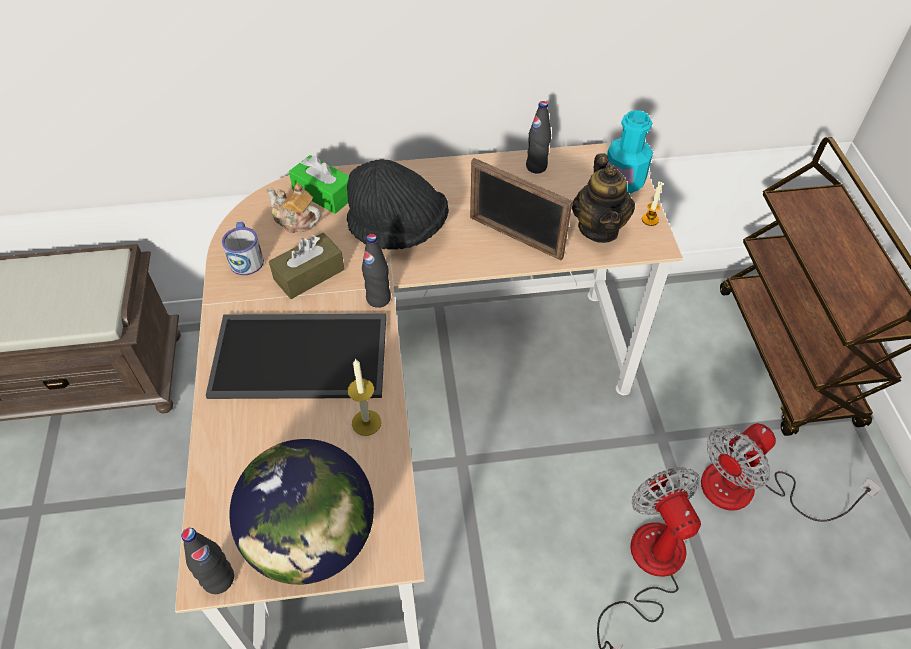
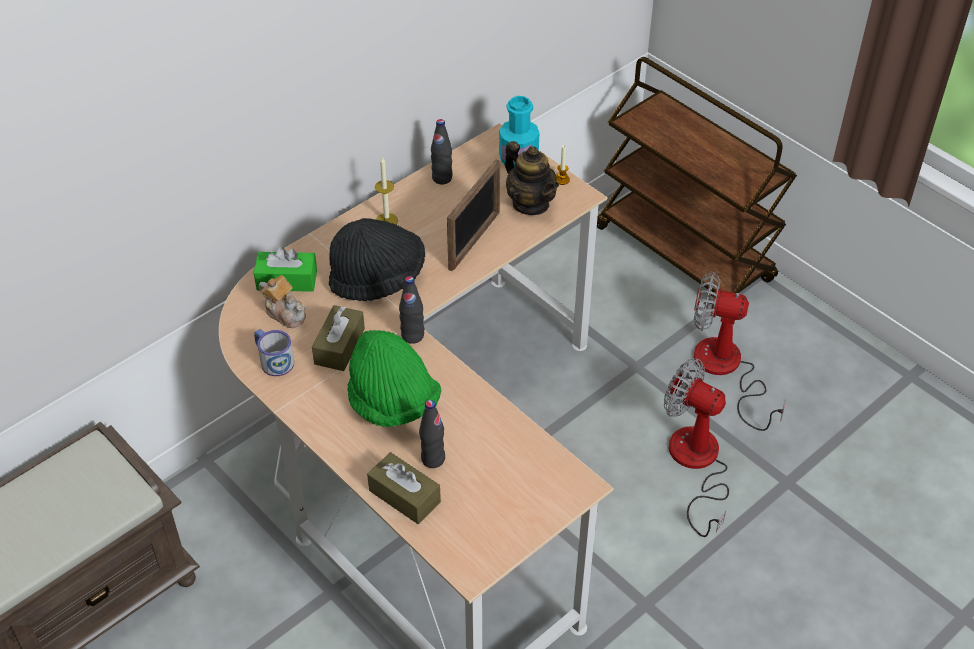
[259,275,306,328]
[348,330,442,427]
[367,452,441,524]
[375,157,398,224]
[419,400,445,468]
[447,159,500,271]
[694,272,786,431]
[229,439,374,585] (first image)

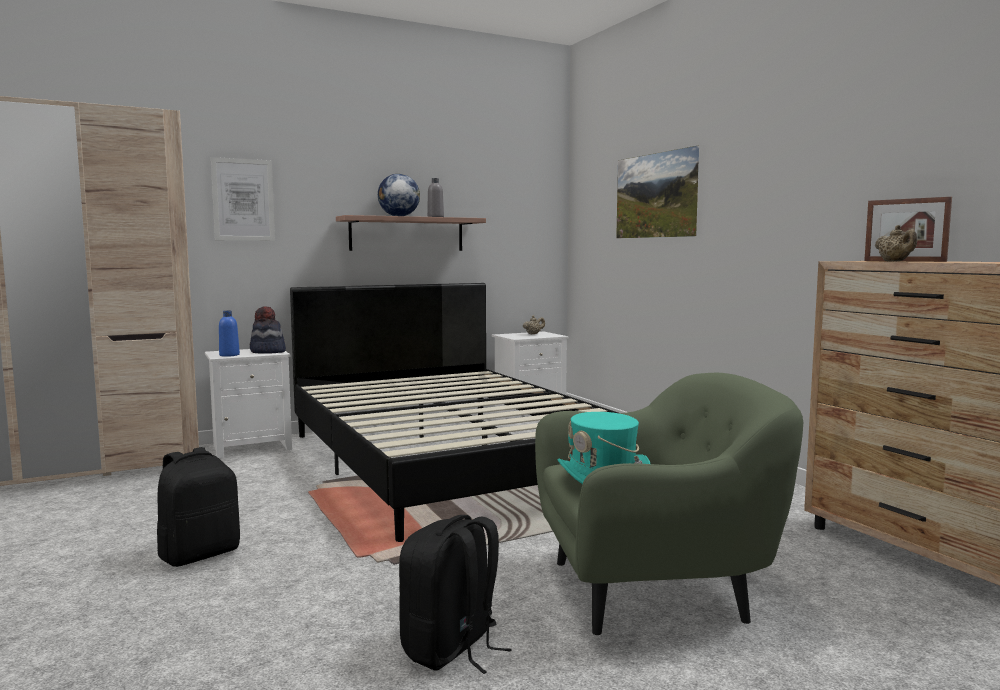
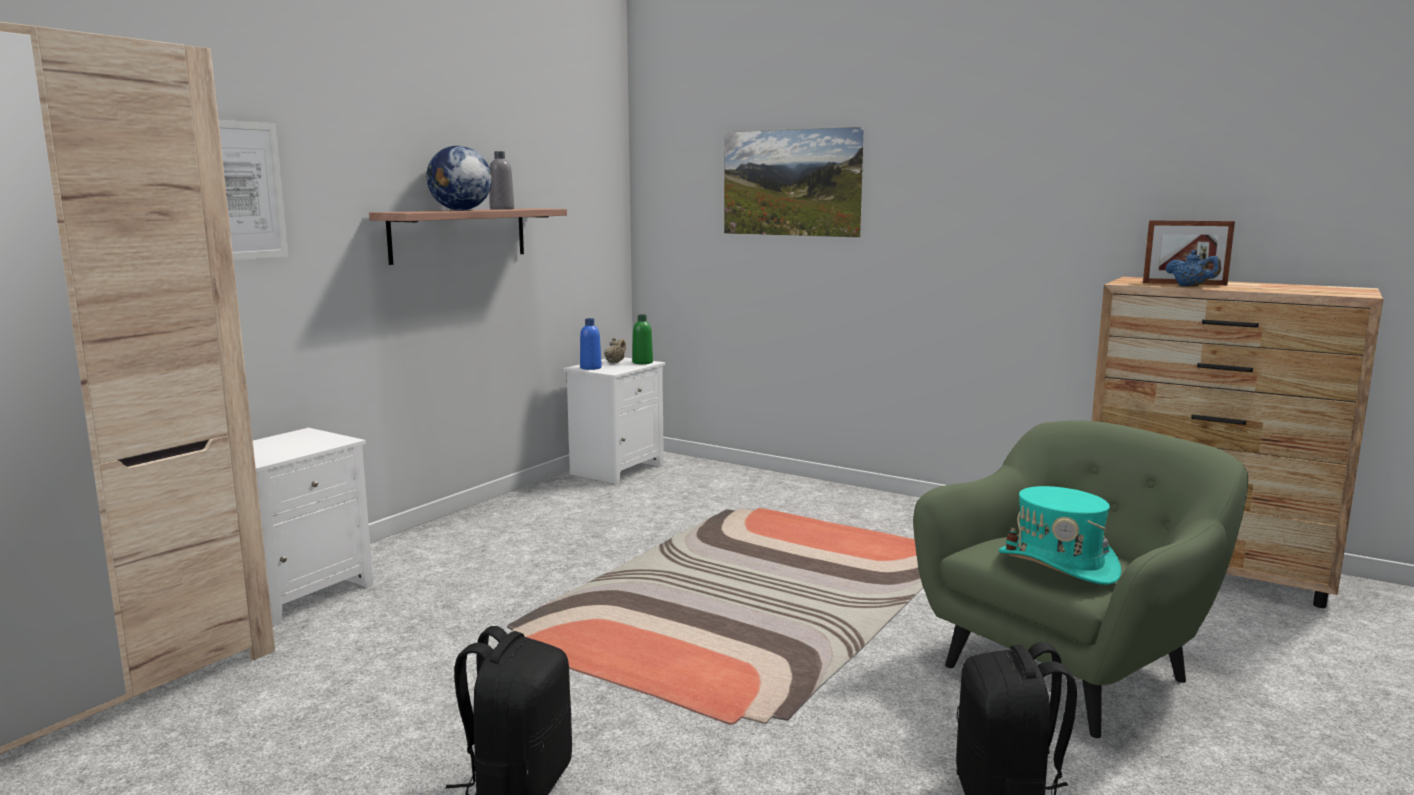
[580,318,602,370]
[632,314,653,364]
[1166,250,1221,287]
[250,306,286,354] (first image)
[290,283,618,542] (first image)

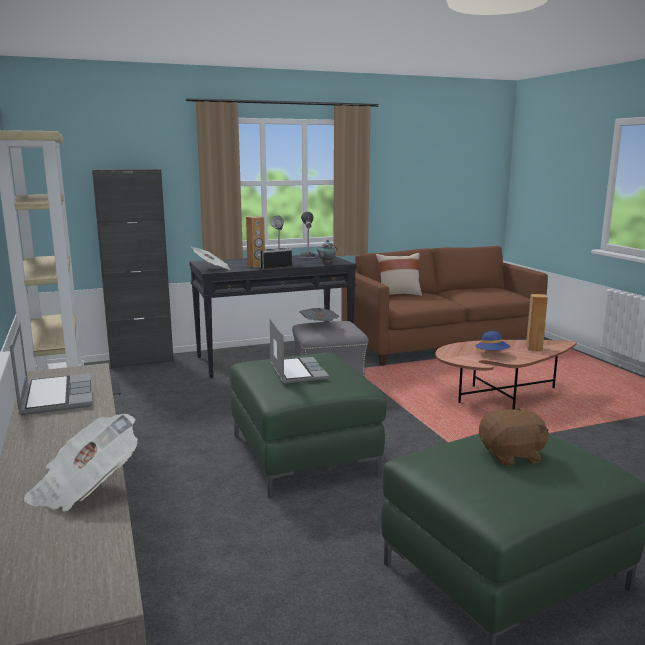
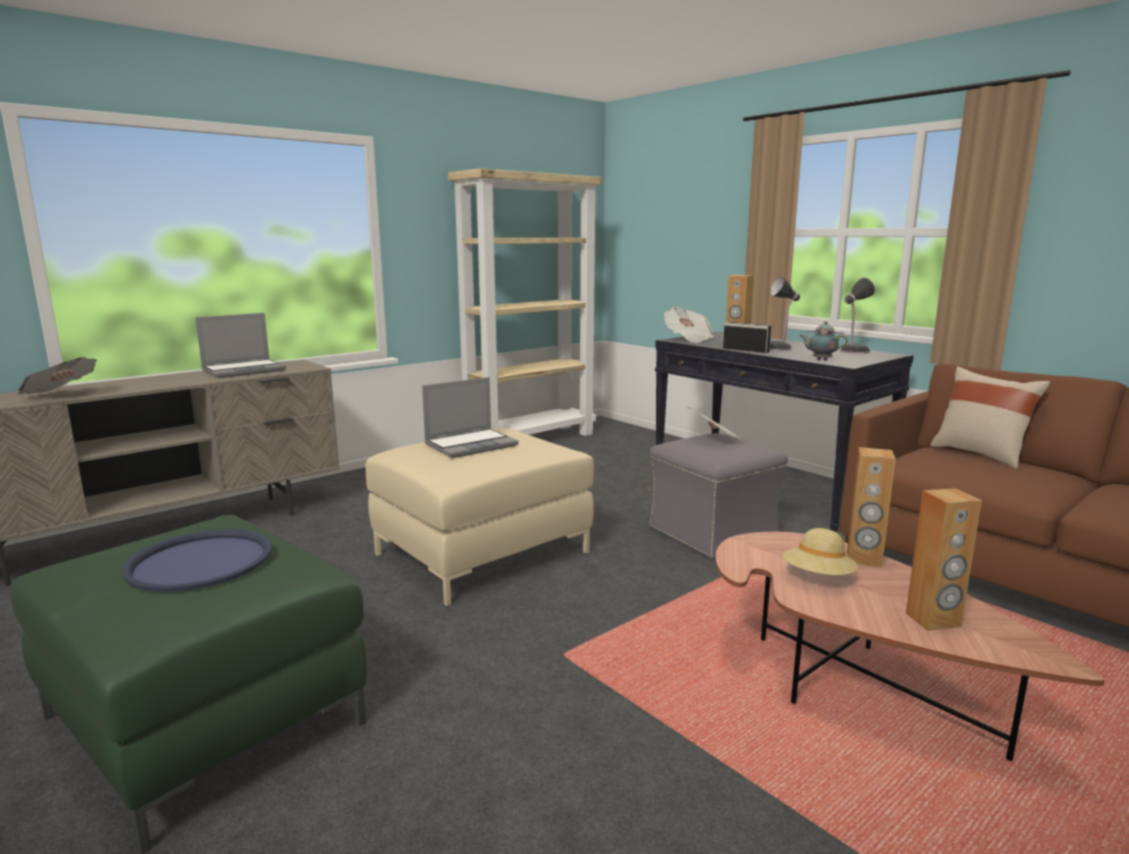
[122,529,272,592]
[366,428,594,606]
[783,528,858,575]
[847,447,896,568]
[92,169,174,369] (first image)

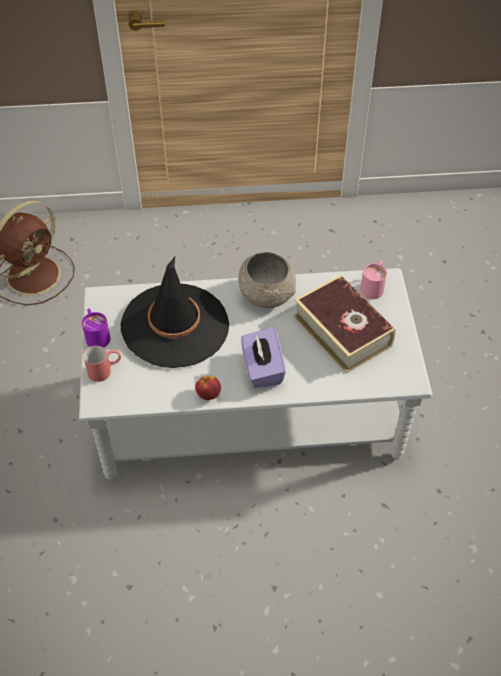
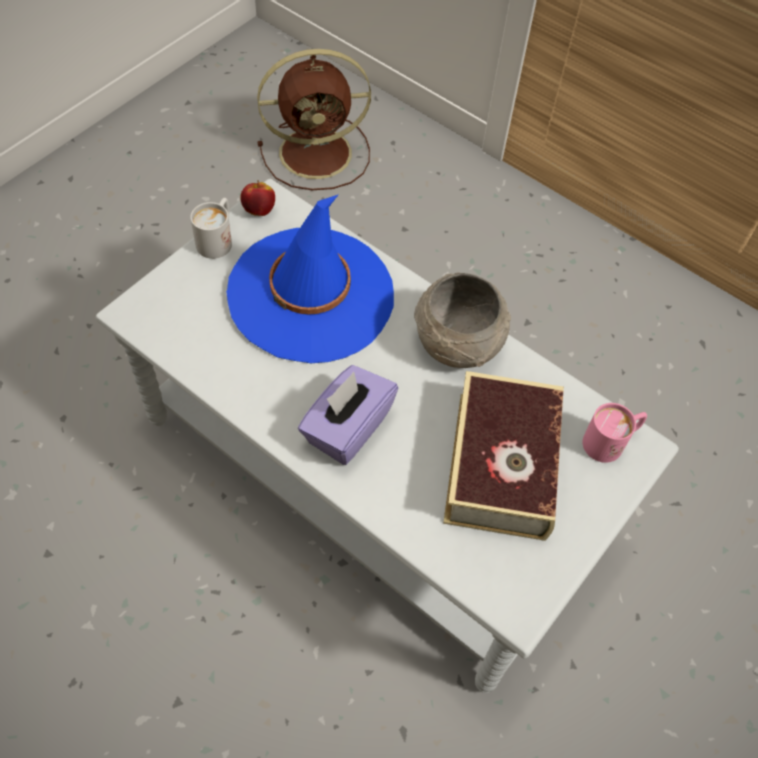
[190,198,232,259]
[226,194,394,363]
[240,180,275,216]
[83,346,121,382] (first image)

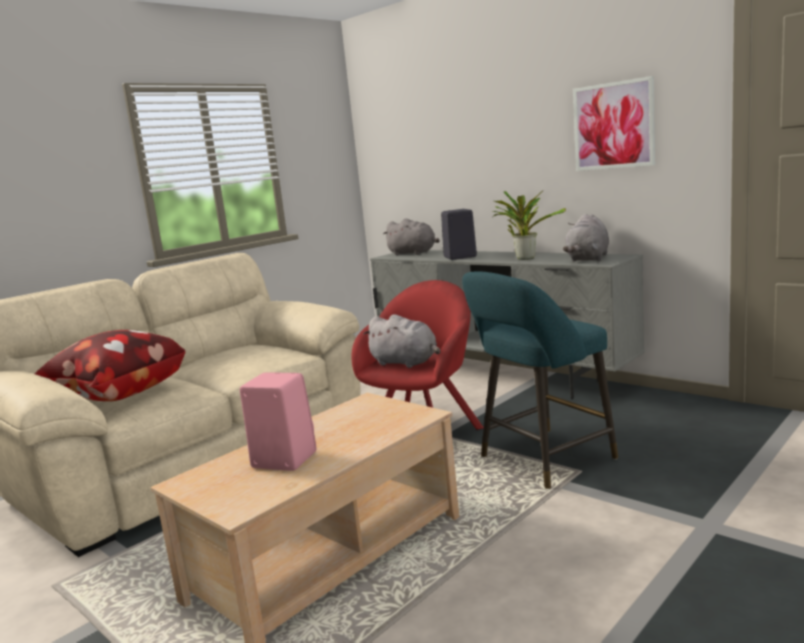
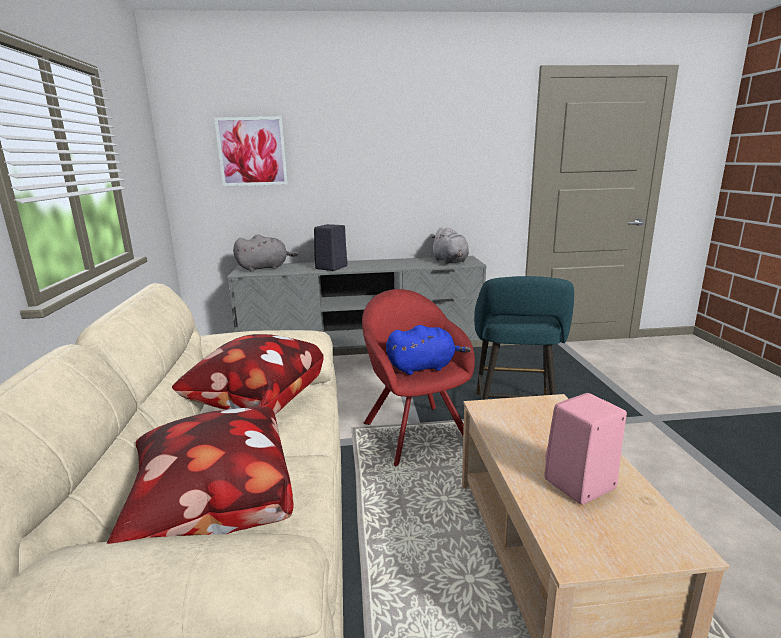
[172,334,324,415]
[214,117,288,186]
[386,325,471,375]
[492,190,566,260] (first image)

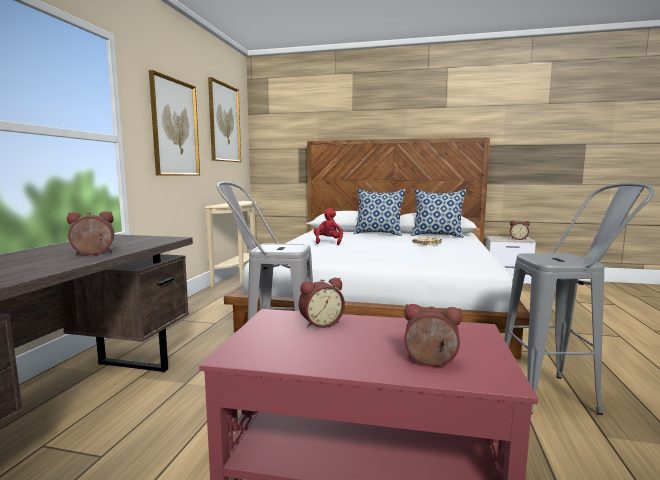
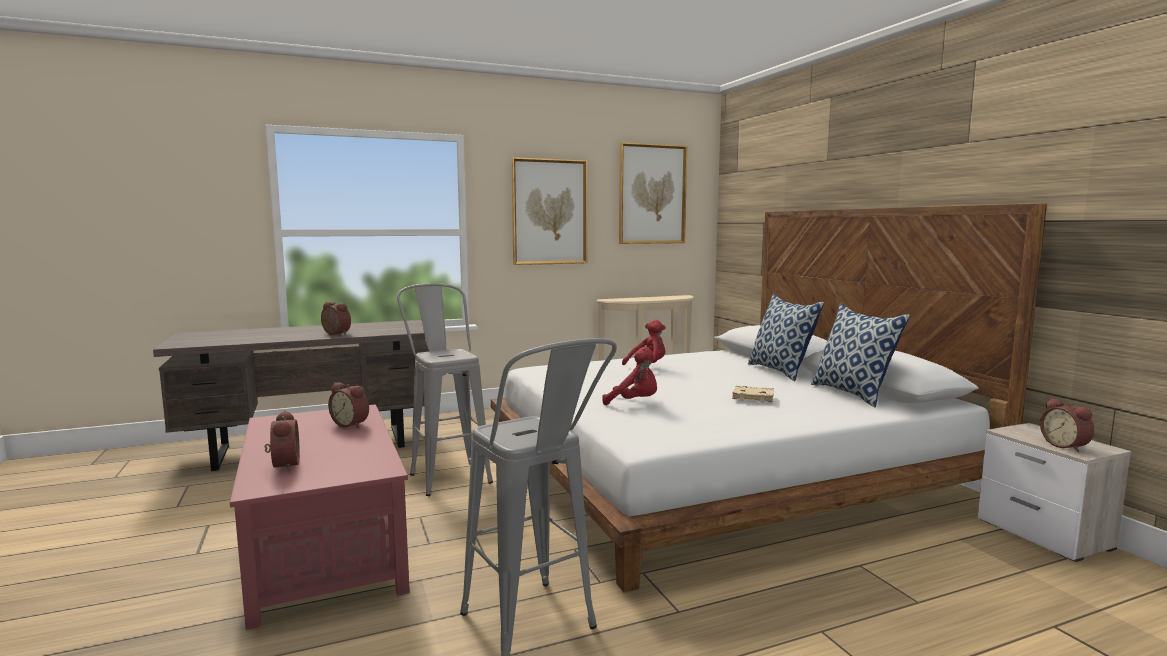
[602,347,657,405]

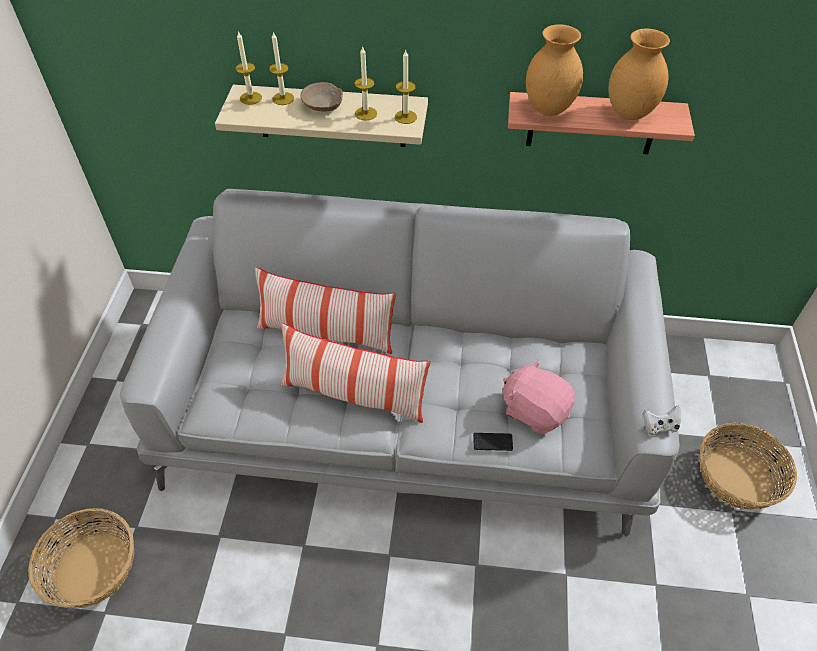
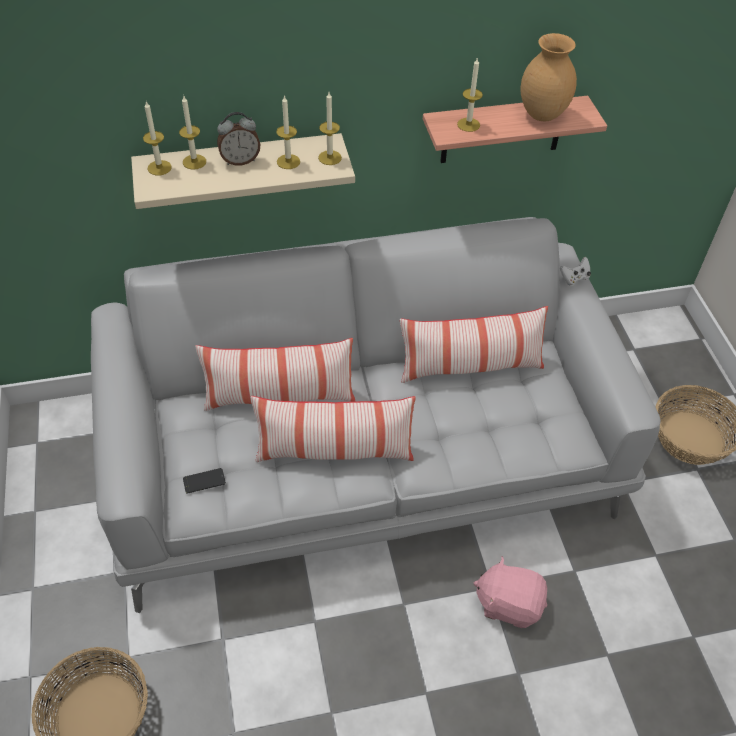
[183,468,226,494]
[217,112,260,166]
[400,306,548,383]
[457,57,483,132]
[474,556,547,628]
[560,257,591,286]

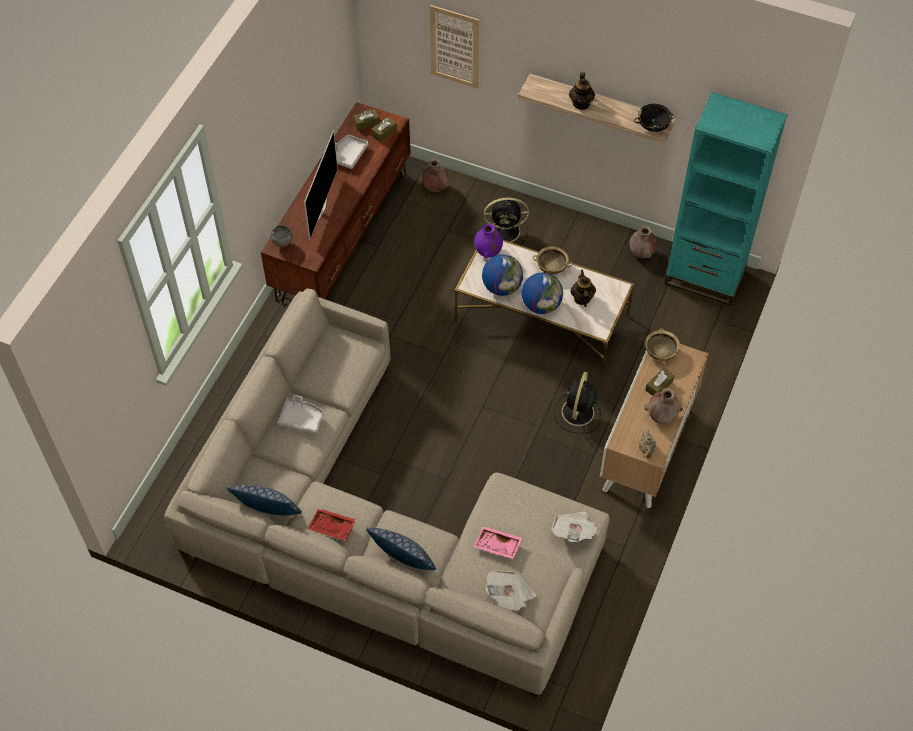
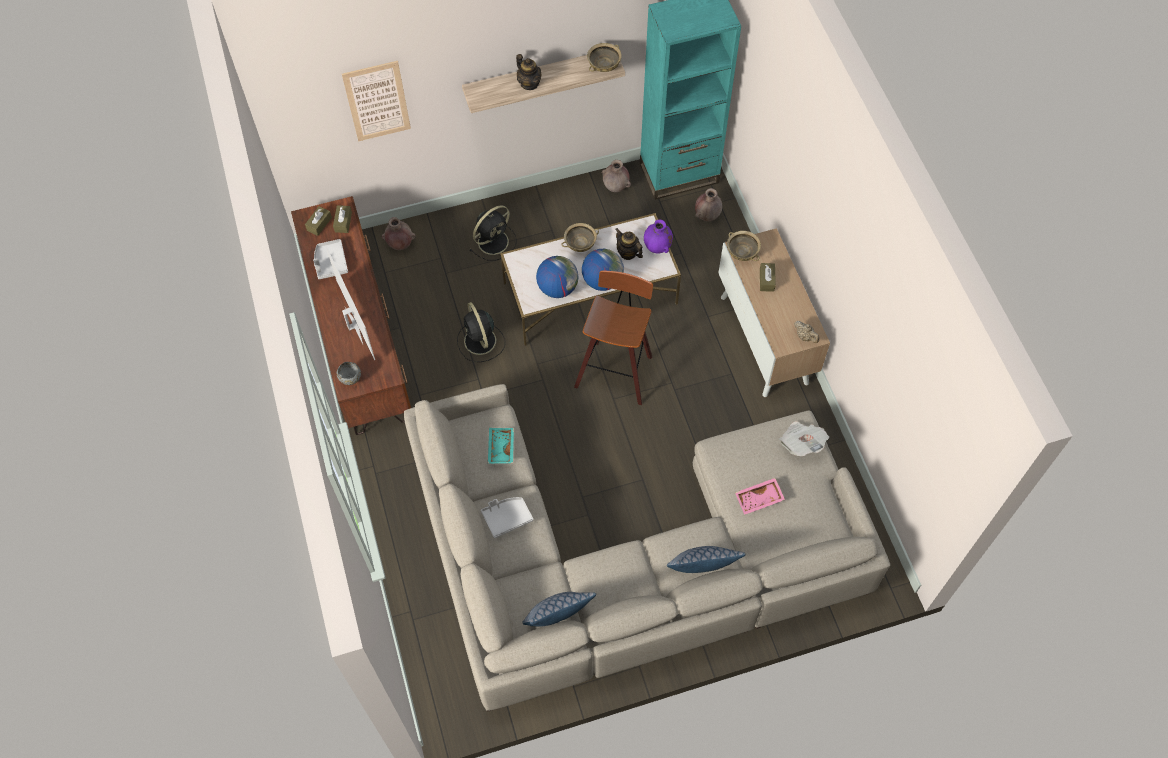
[457,302,505,362]
[488,428,514,464]
[574,270,653,405]
[587,43,622,72]
[644,220,673,254]
[695,188,722,221]
[307,508,356,541] (first image)
[485,570,536,611] (first image)

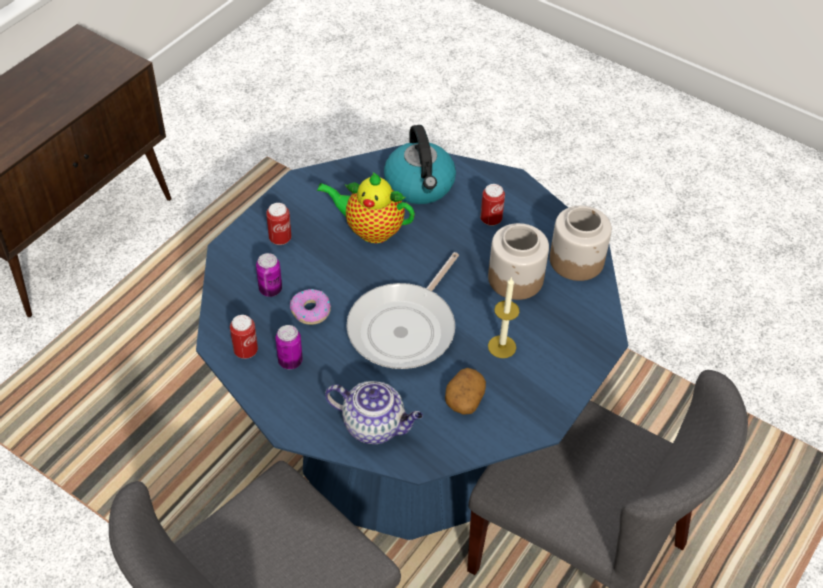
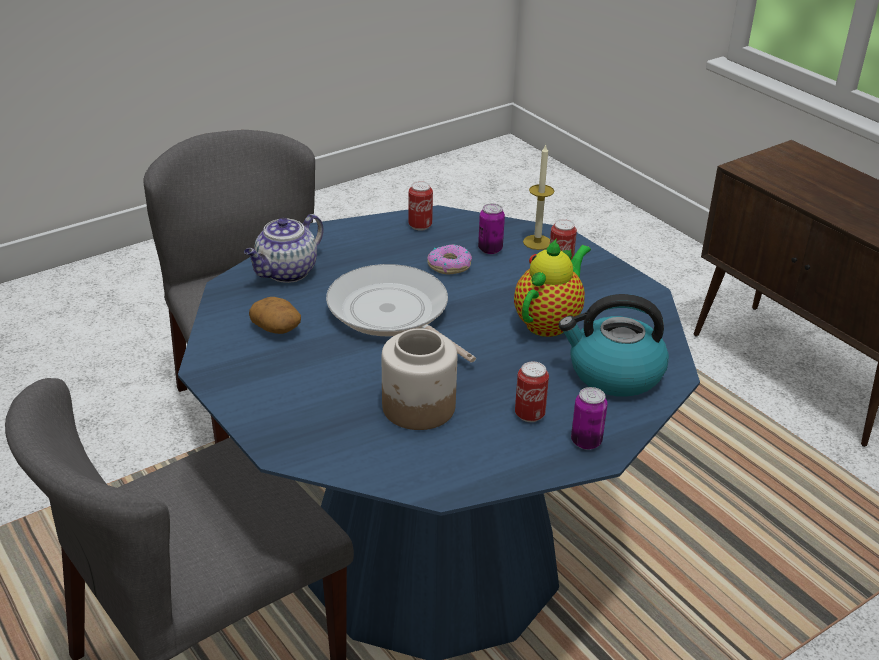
[523,144,554,250]
[571,387,608,450]
[550,205,612,281] (first image)

